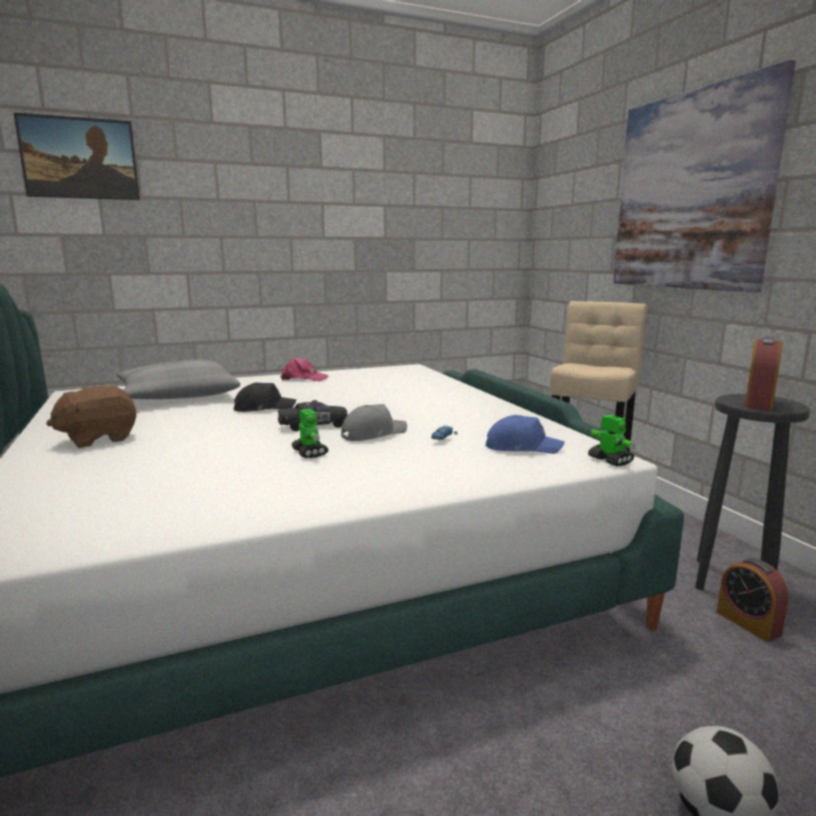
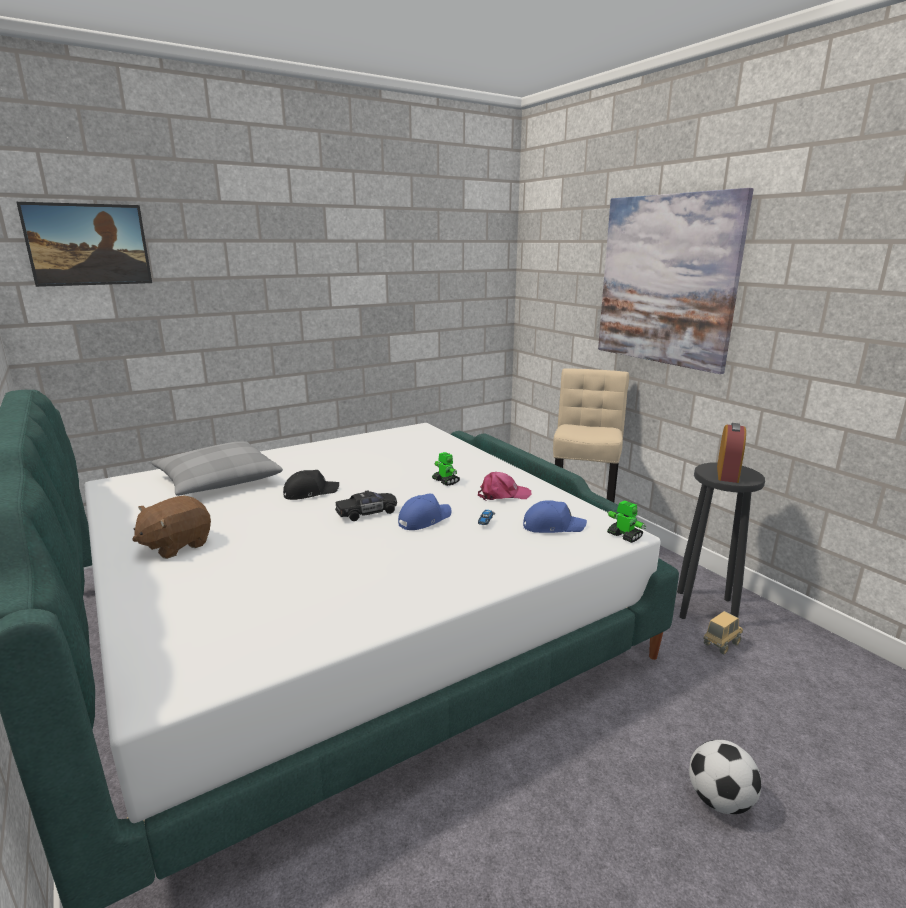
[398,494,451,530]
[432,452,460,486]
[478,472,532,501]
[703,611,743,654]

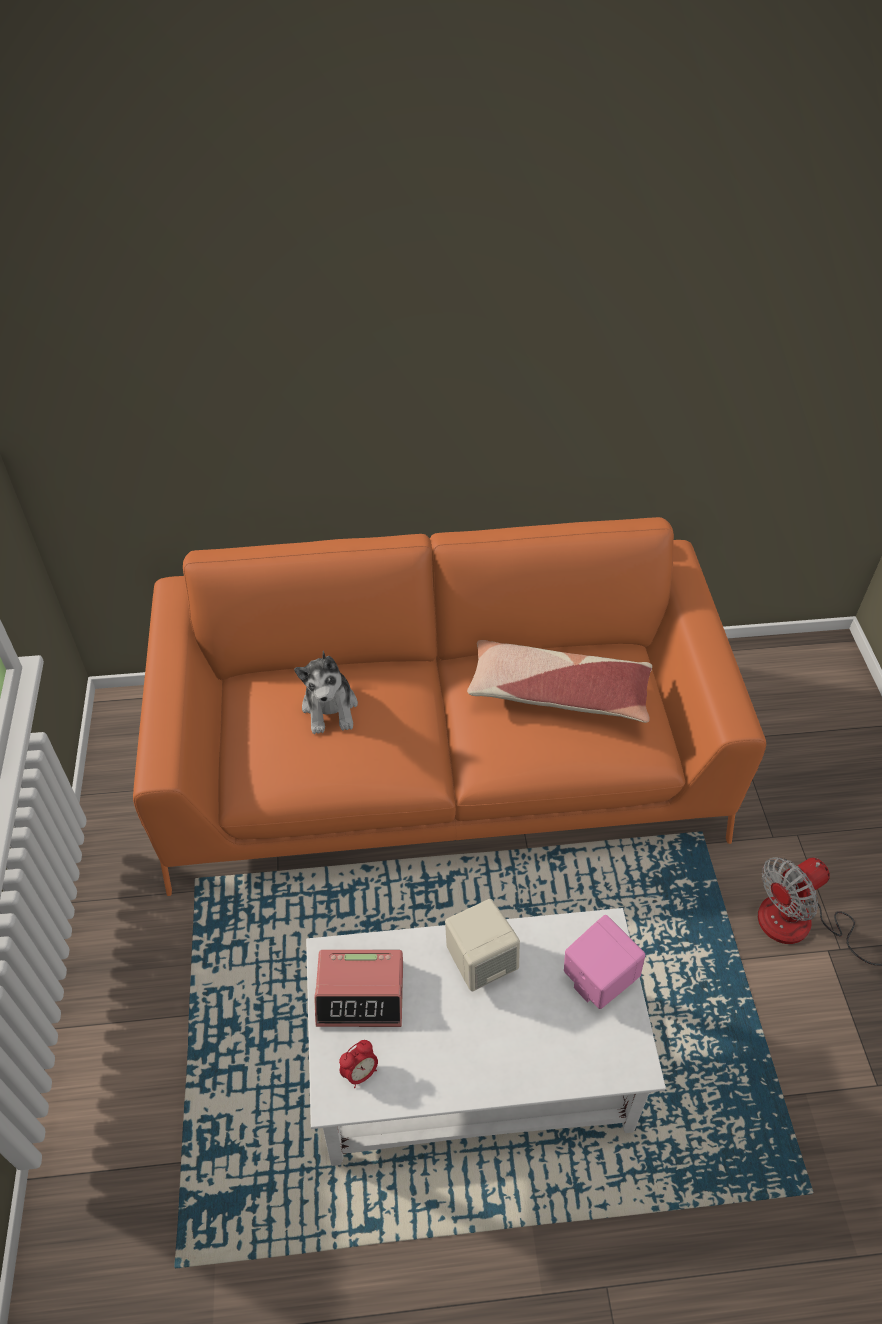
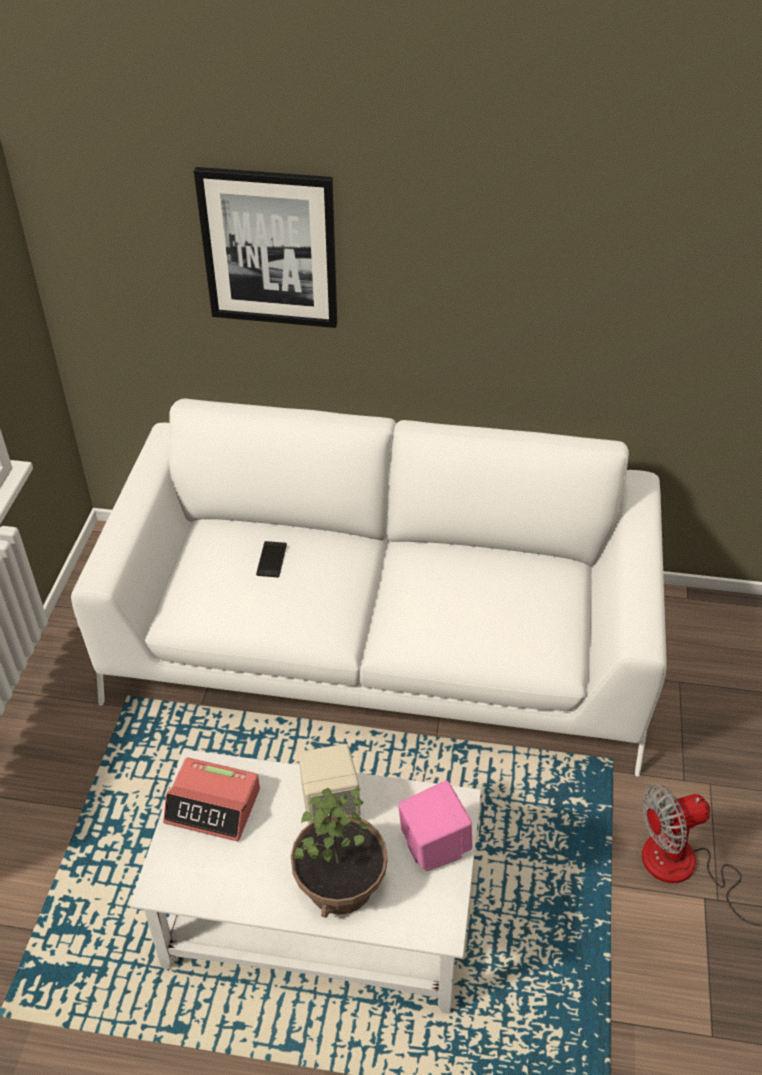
[71,399,666,777]
[194,167,337,328]
[256,541,287,577]
[291,787,388,918]
[339,1040,378,1088] (first image)
[467,640,652,723] (first image)

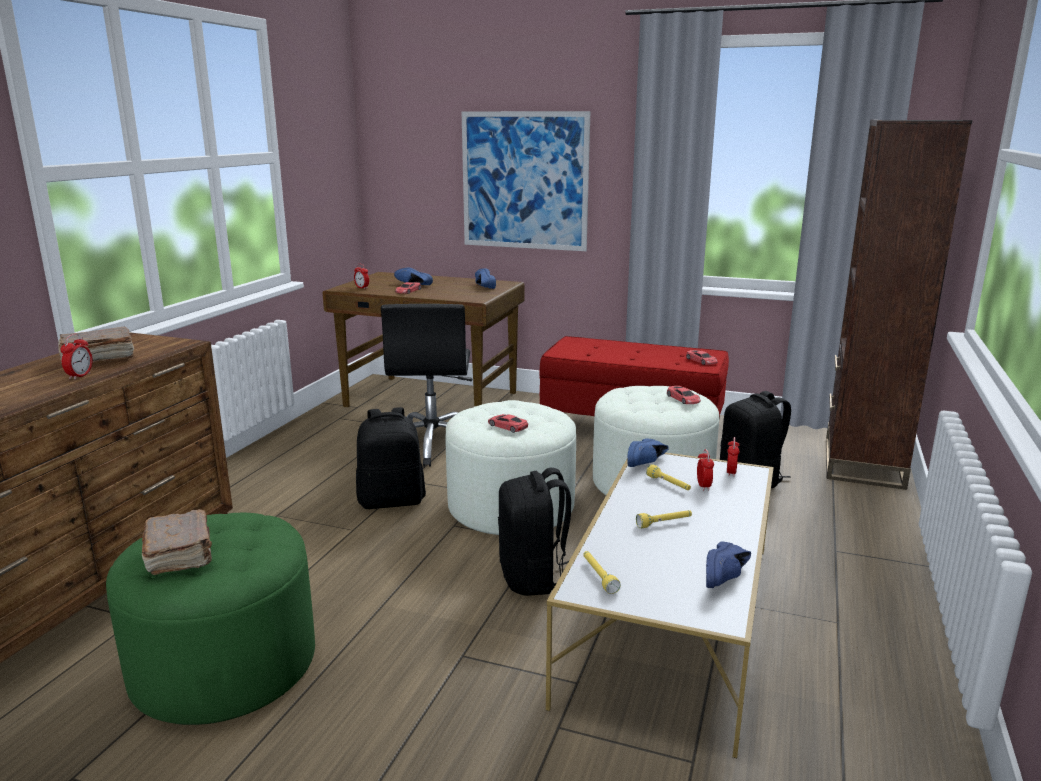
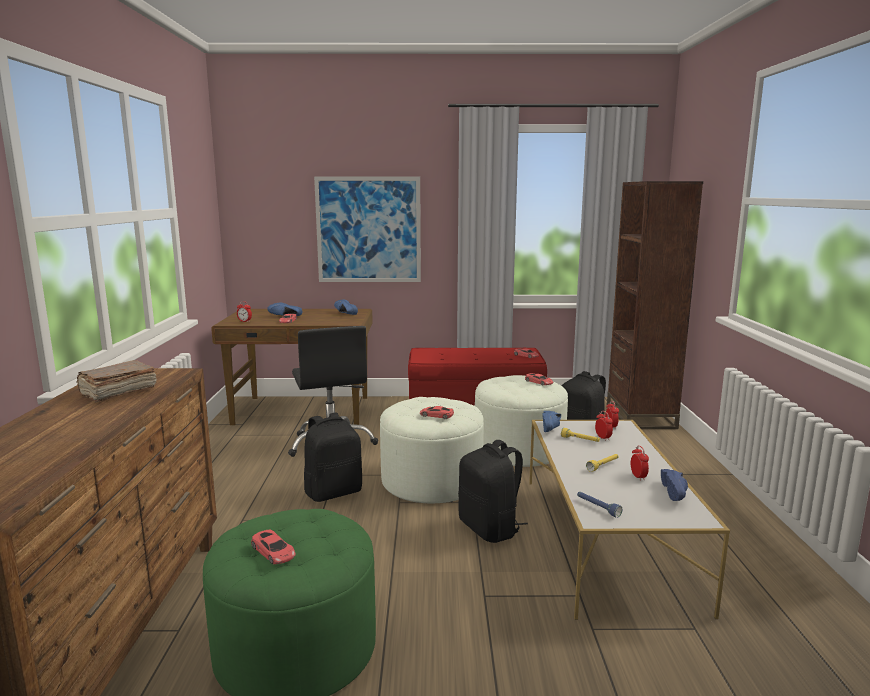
[251,530,296,564]
[577,492,622,518]
[631,445,649,481]

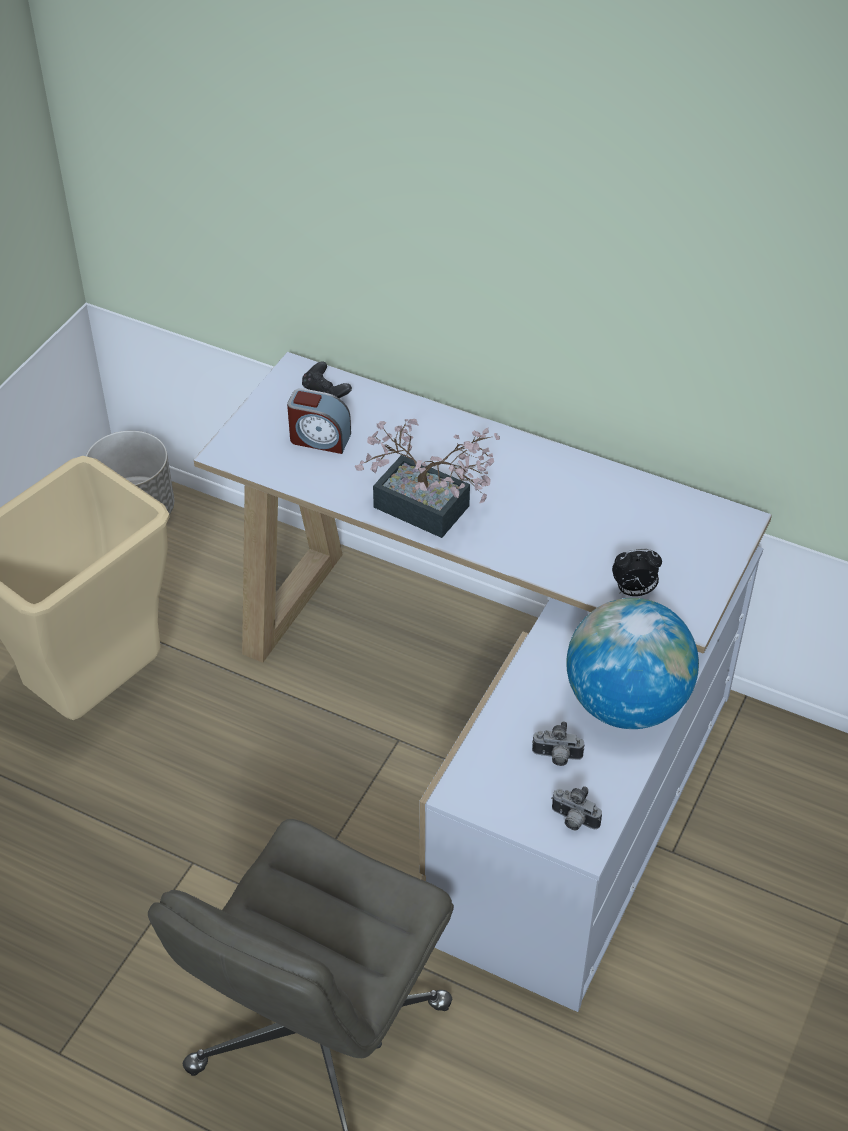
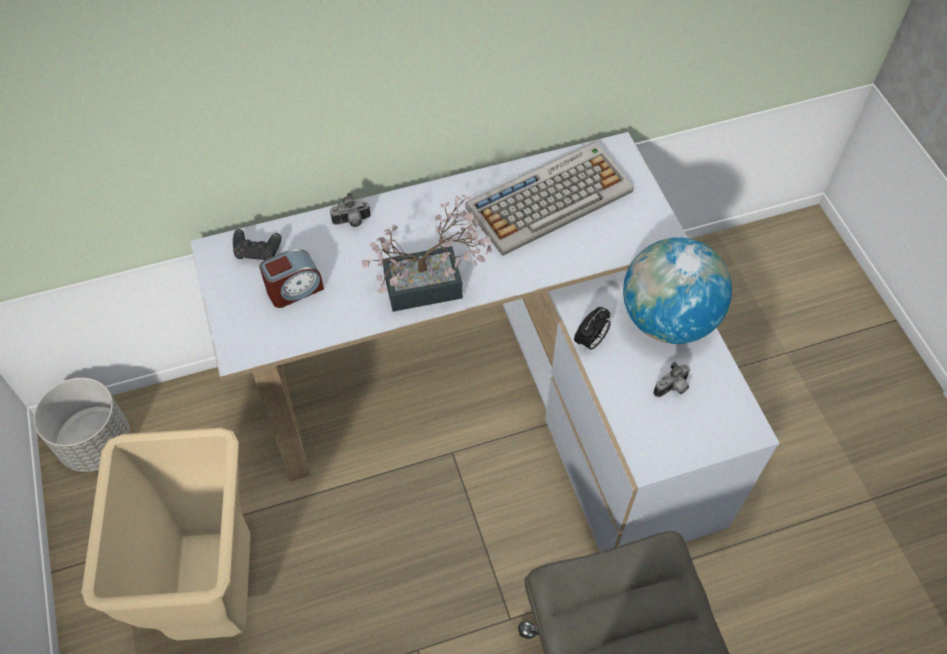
[330,193,371,227]
[465,142,634,256]
[574,307,610,351]

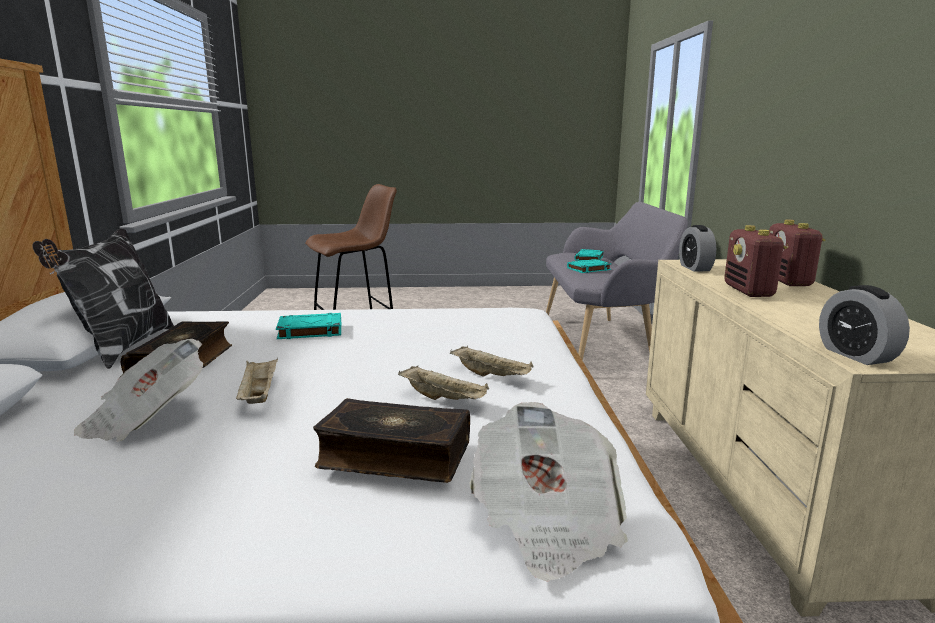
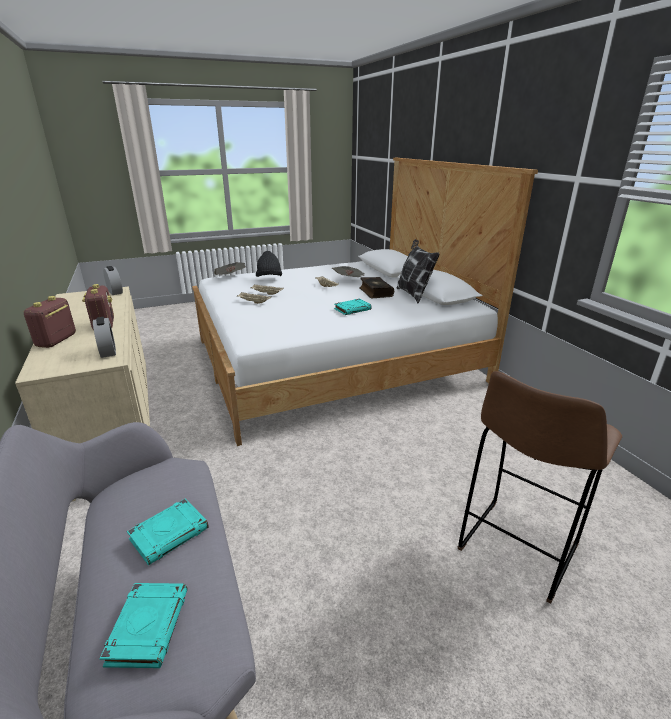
[24,296,76,348]
[256,251,282,277]

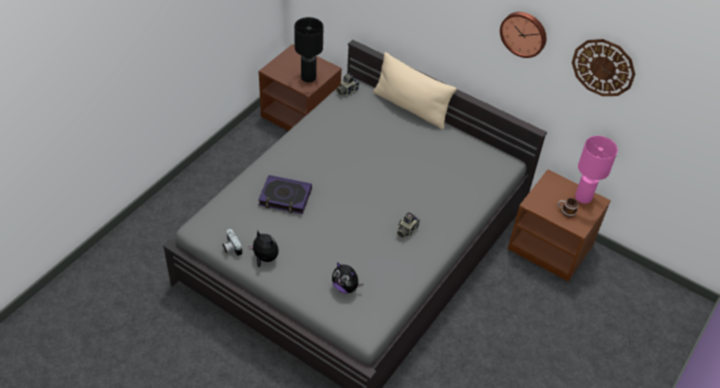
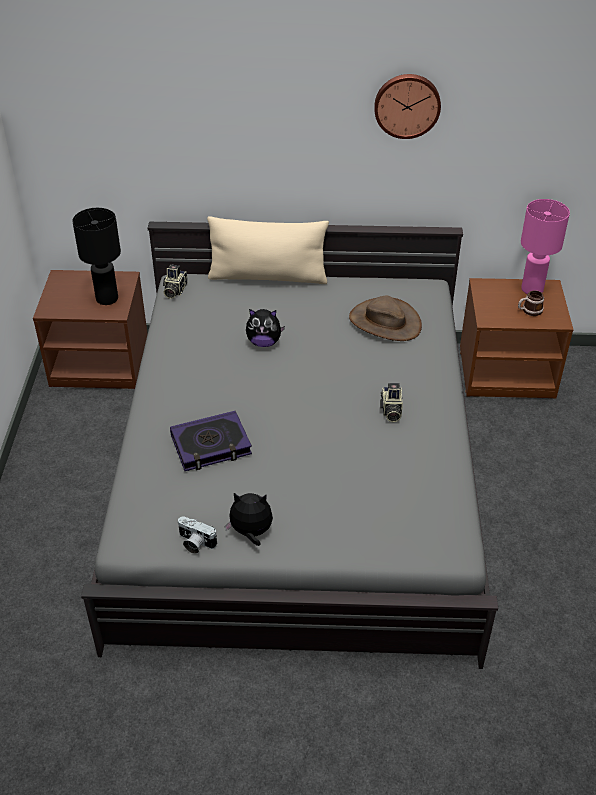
[246,309,285,347]
[349,296,422,341]
[572,39,635,96] (first image)

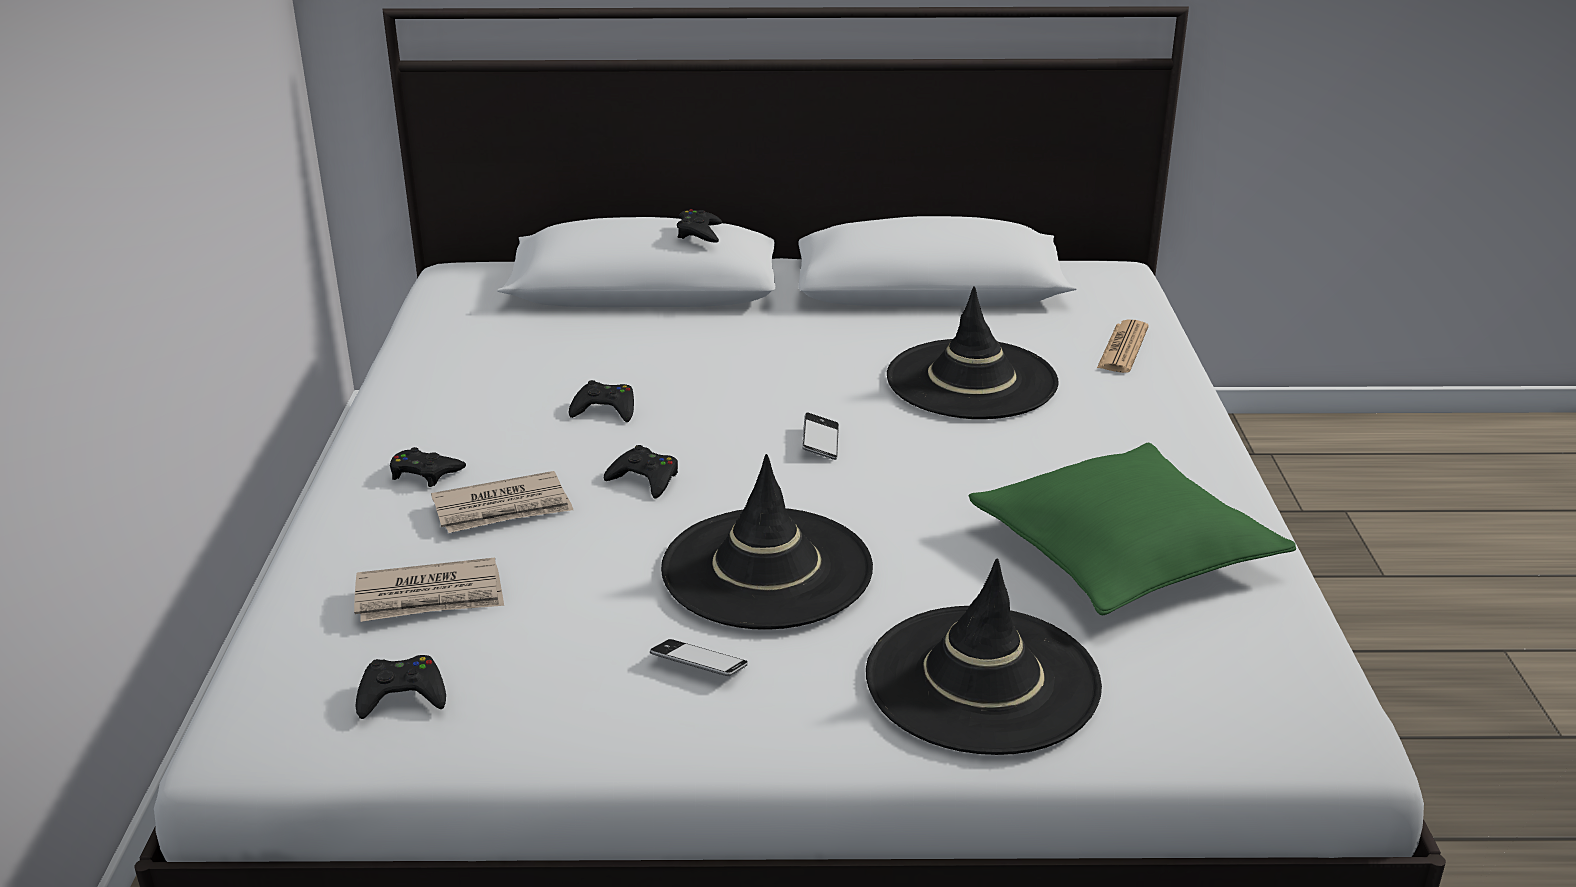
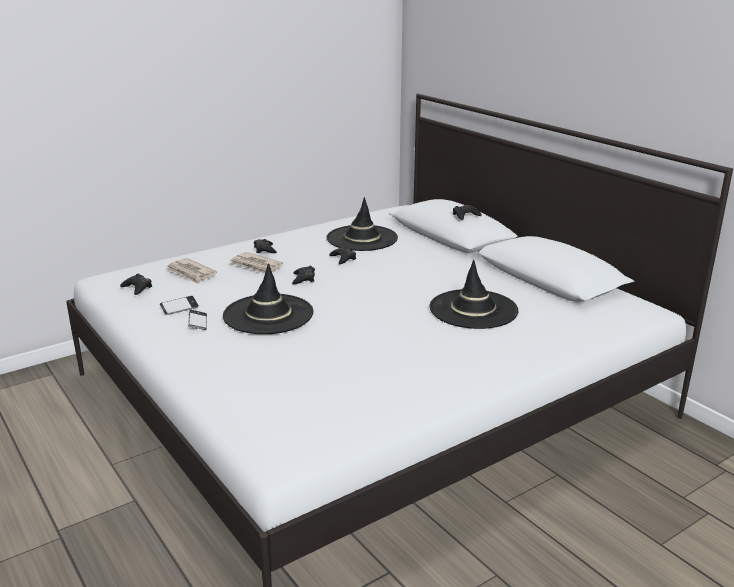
[160,296,199,315]
[327,197,398,251]
[969,443,1296,615] (first image)
[1097,319,1149,373] (first image)

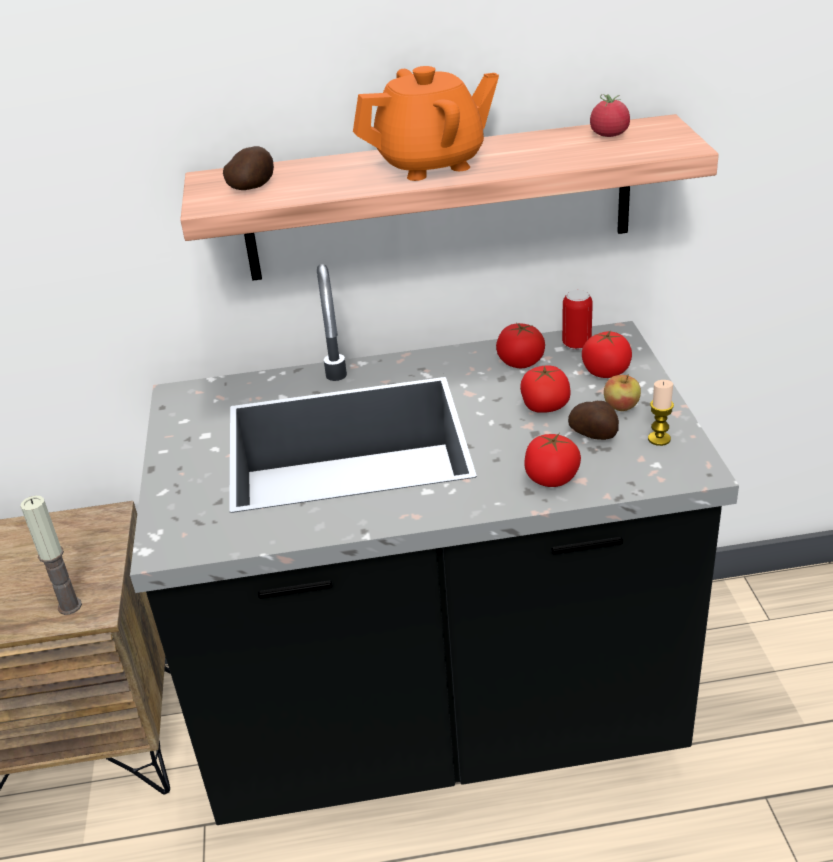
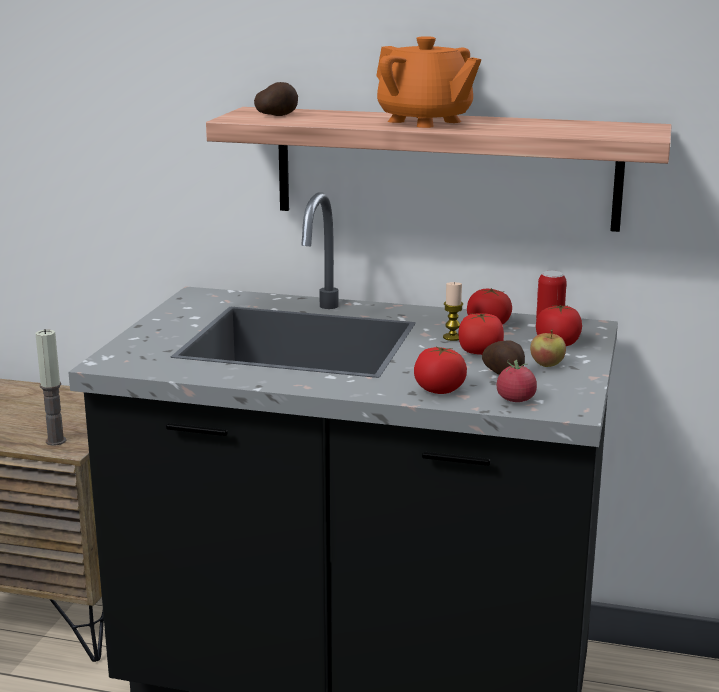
[376,36,481,128]
[443,282,463,341]
[497,359,537,402]

